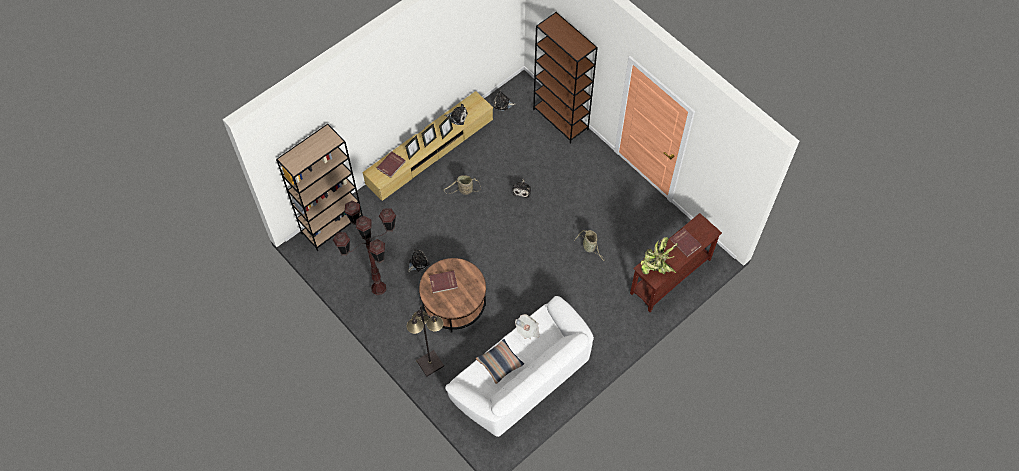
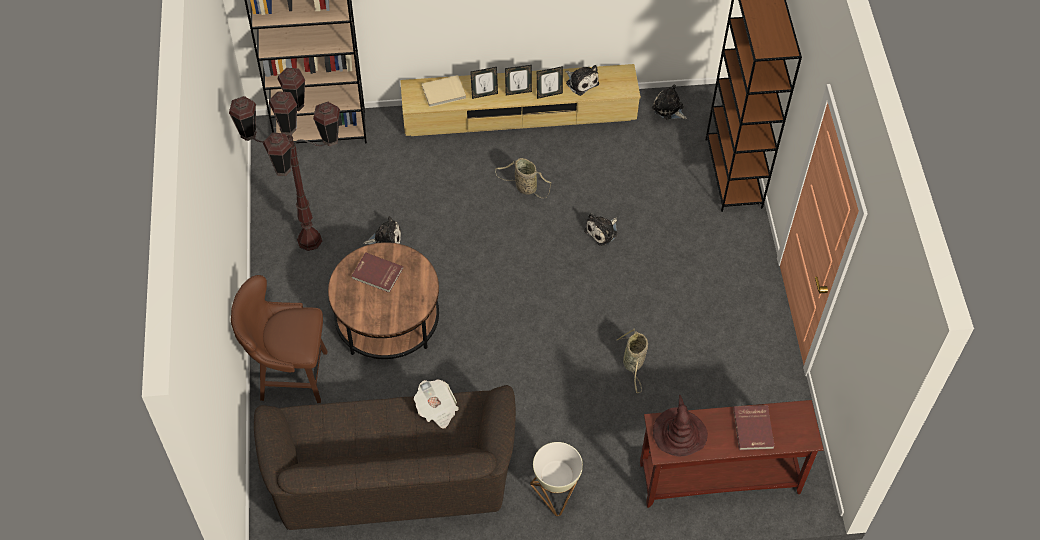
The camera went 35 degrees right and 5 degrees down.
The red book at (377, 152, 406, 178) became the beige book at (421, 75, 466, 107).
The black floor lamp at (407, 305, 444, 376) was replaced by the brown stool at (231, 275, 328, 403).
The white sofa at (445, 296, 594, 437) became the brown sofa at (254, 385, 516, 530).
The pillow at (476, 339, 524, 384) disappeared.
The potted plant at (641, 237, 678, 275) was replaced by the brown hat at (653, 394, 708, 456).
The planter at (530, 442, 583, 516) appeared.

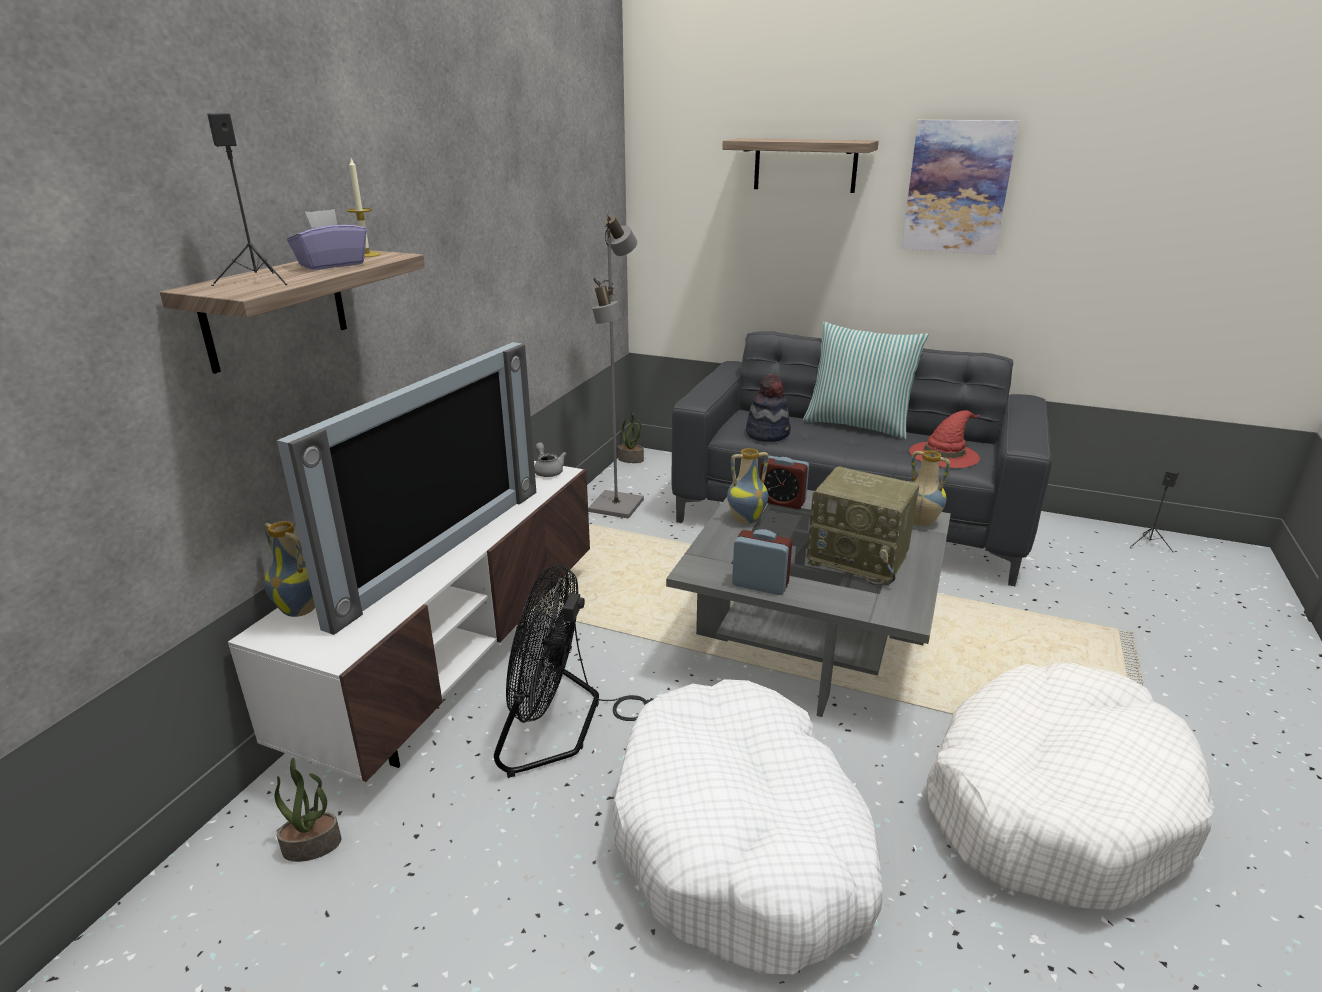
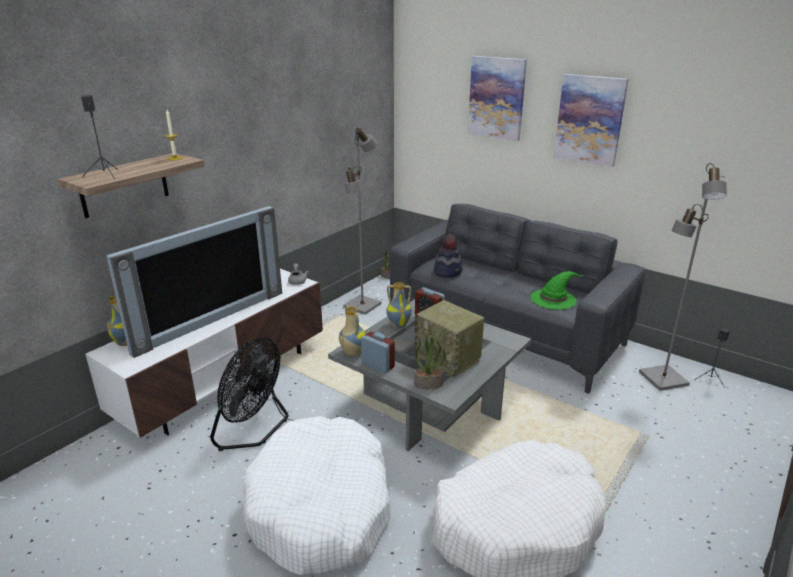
The camera went 15 degrees right and 0 degrees up.
The potted plant moved from (275, 757, 341, 862) to (414, 334, 446, 389).
The purple tissue box at (287, 209, 366, 270) disappeared.
The shelf at (722, 138, 879, 193) was replaced by the picture at (468, 56, 527, 141).
The pillow at (803, 322, 929, 439) disappeared.
The red hat at (909, 410, 980, 468) became the green hat at (530, 271, 583, 310).
The vase moved from (912, 450, 950, 526) to (339, 306, 366, 356).
The grey floor lamp at (639, 163, 727, 391) appeared.

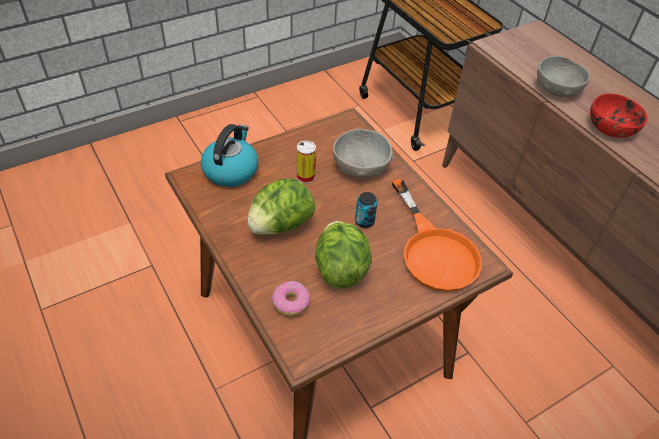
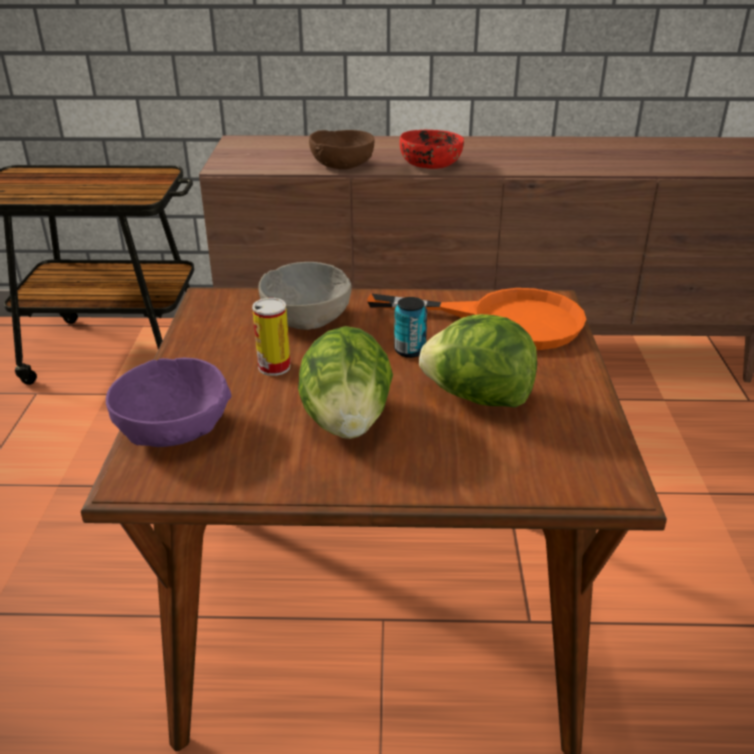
The camera went 55 degrees left and 15 degrees down.
The kettle at (201, 124, 258, 187) was replaced by the purple bowl at (106, 357, 232, 447).
The donut at (272, 281, 310, 316) disappeared.
The grey bowl at (537, 56, 590, 97) became the brown bowl at (309, 130, 374, 169).

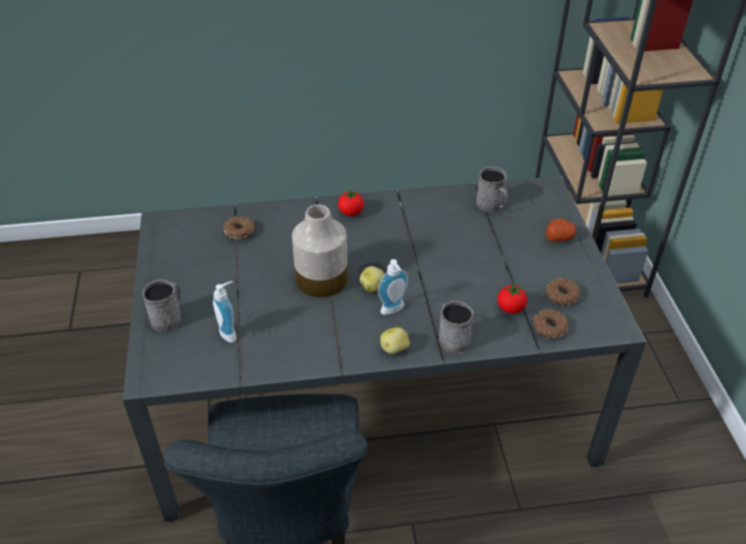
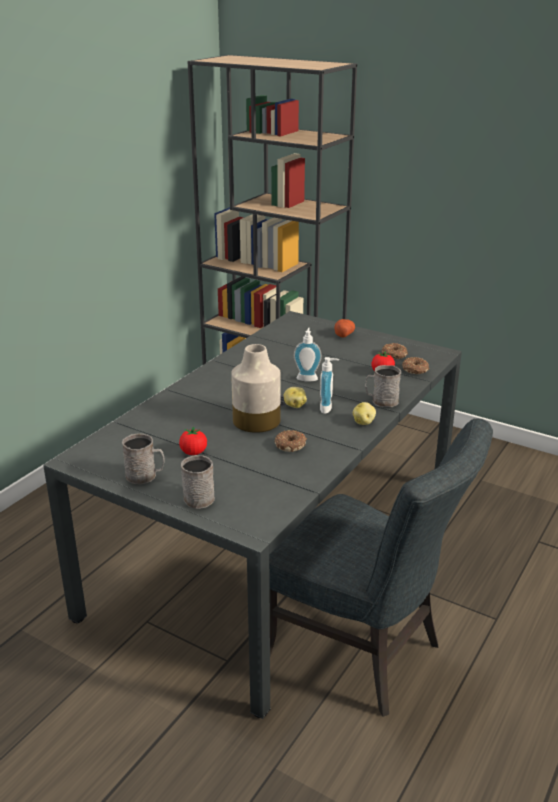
The camera went 50 degrees left and 15 degrees down.
The soap dispenser moved from (213, 281, 236, 343) to (294, 327, 322, 382).
The donut moved from (223, 216, 255, 240) to (274, 430, 307, 452).
The tomato moved from (338, 189, 364, 216) to (179, 427, 207, 455).
The grey mug moved from (476, 167, 508, 212) to (122, 433, 165, 484).

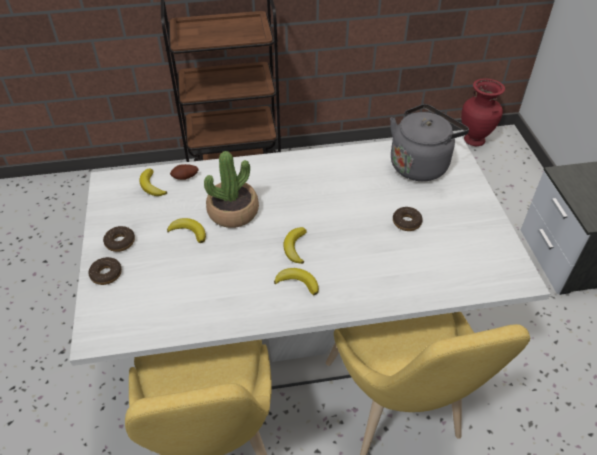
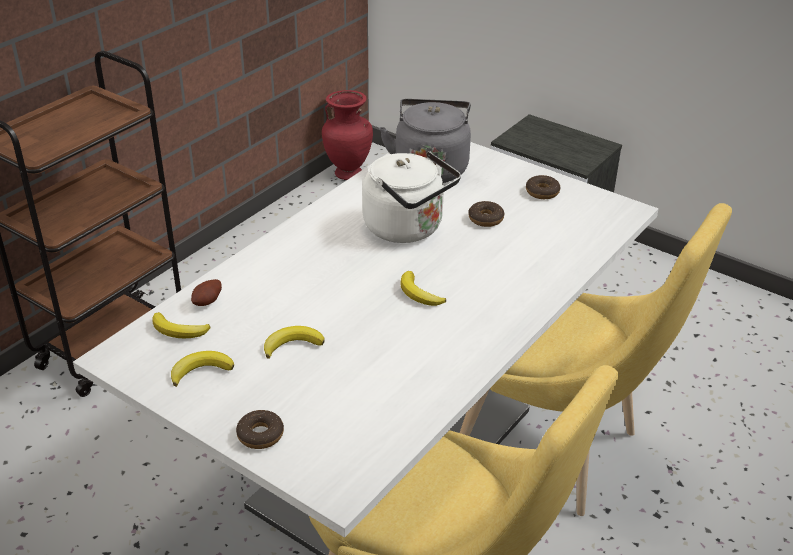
The camera went 45 degrees left and 10 degrees down.
The donut moved from (103, 226, 135, 252) to (526, 175, 560, 199).
The potted plant at (204, 151, 259, 228) disappeared.
The banana moved from (274, 268, 319, 295) to (171, 351, 234, 387).
The white kettle at (362, 151, 461, 243) appeared.

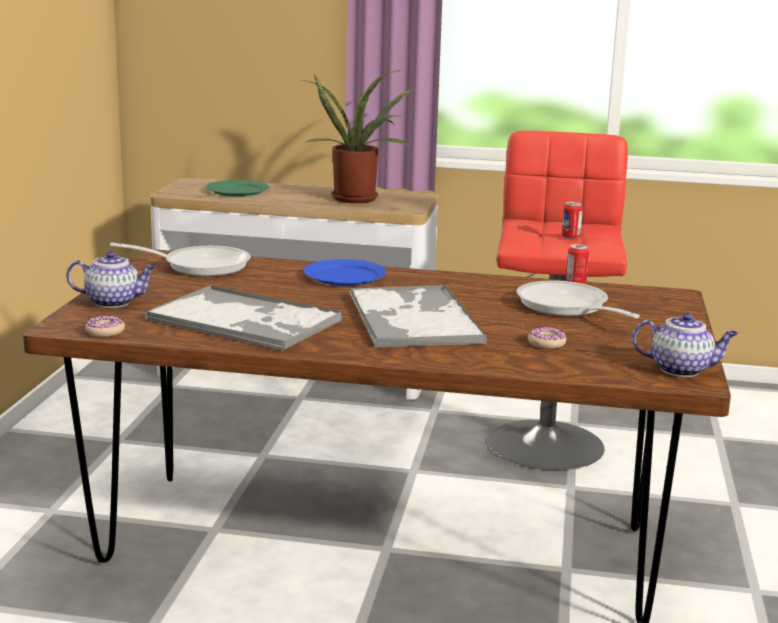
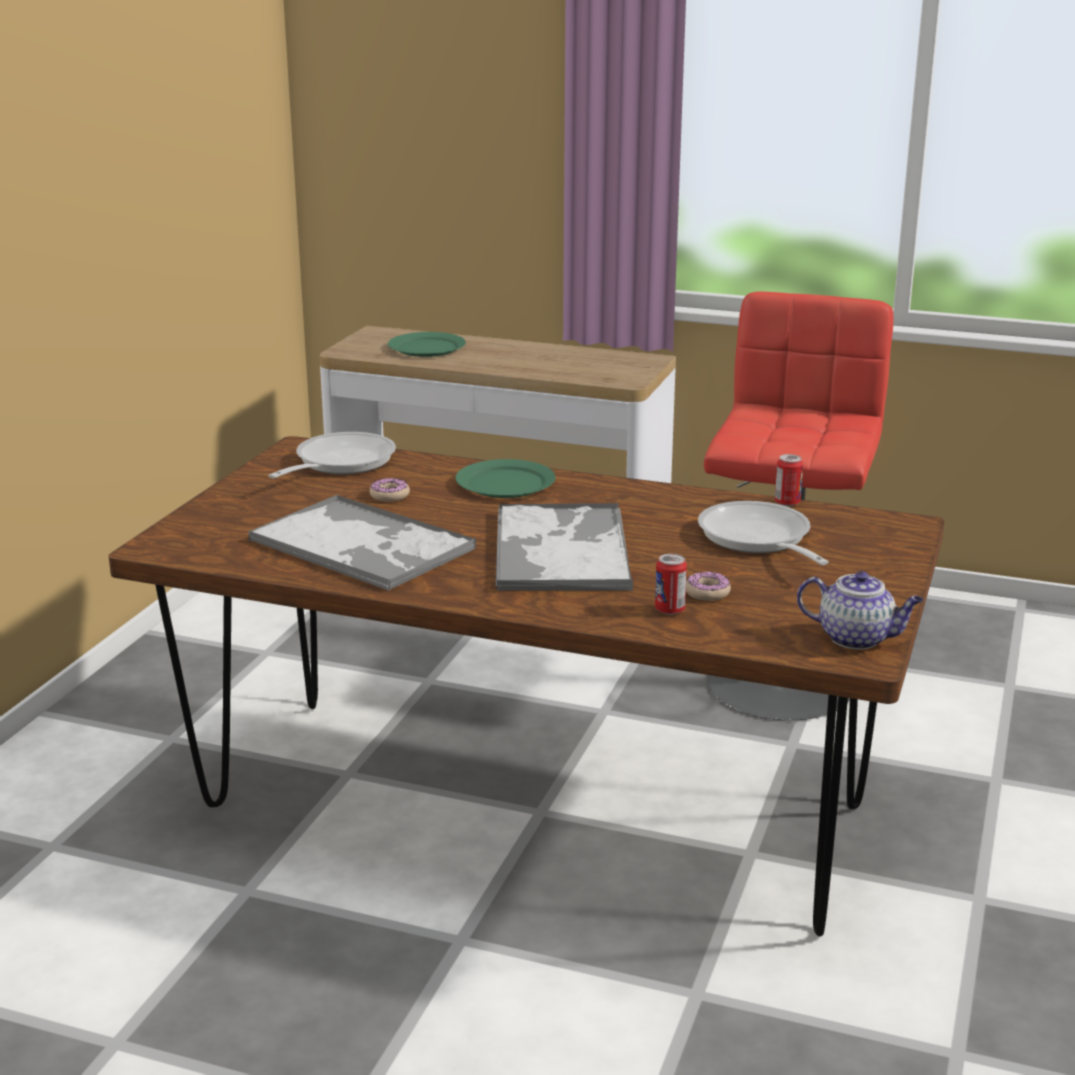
The camera went 10 degrees right and 5 degrees up.
The teapot at (66, 251, 156, 308) disappeared.
The donut moved from (85, 315, 125, 337) to (370, 478, 410, 502).
The frying pan at (110, 243, 251, 277) turned 75 degrees counterclockwise.
The potted plant at (302, 70, 414, 203) disappeared.
The blue plate at (304, 259, 386, 286) became the green plate at (456, 459, 556, 498).
The can moved from (562, 202, 583, 240) to (655, 554, 687, 615).

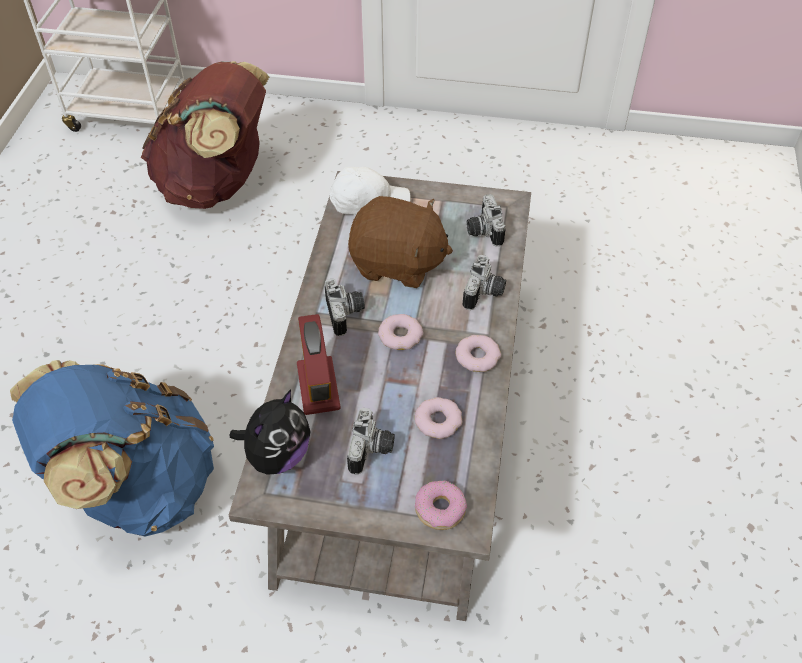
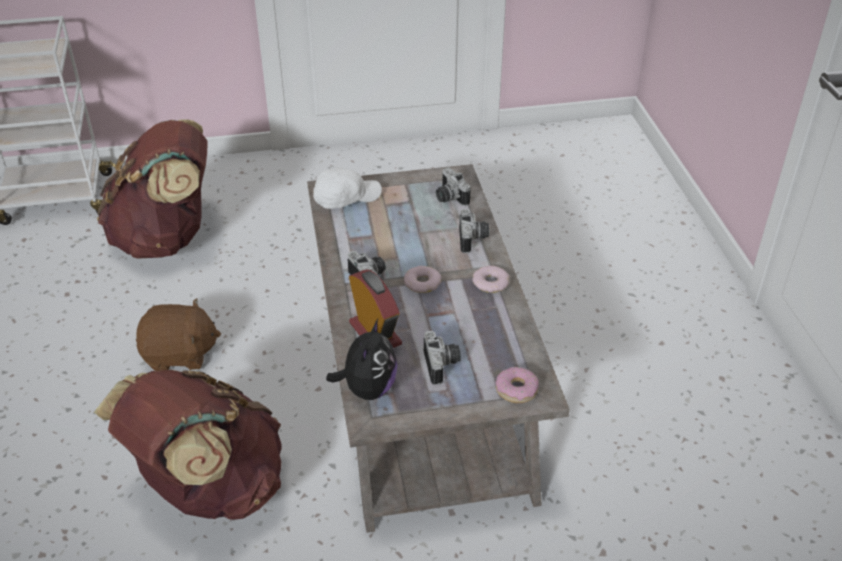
The camera went 20 degrees left and 10 degrees down.
The blue backpack at (10, 360, 214, 537) became the brown backpack at (94, 370, 282, 520).
The brown plush toy moved from (348, 196, 453, 288) to (136, 298, 221, 371).
The donut at (415, 397, 462, 439) disappeared.

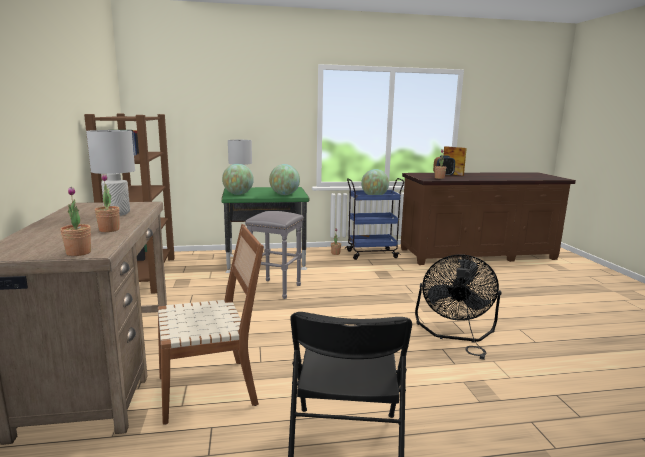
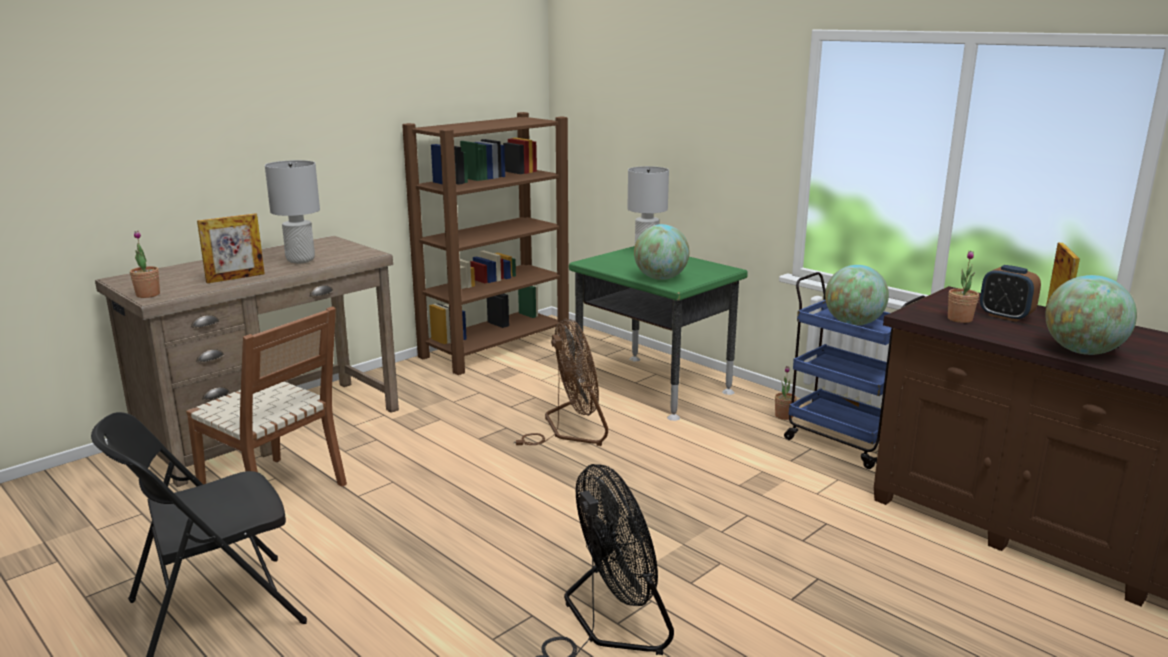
The camera went 55 degrees right and 5 degrees up.
The potted plant at (95, 174, 120, 232) was replaced by the picture frame at (197, 213, 265, 283).
The globe moved from (222, 164, 254, 195) to (1045, 275, 1137, 355).
The grey stool at (245, 211, 304, 299) was replaced by the brown fan at (514, 318, 608, 446).

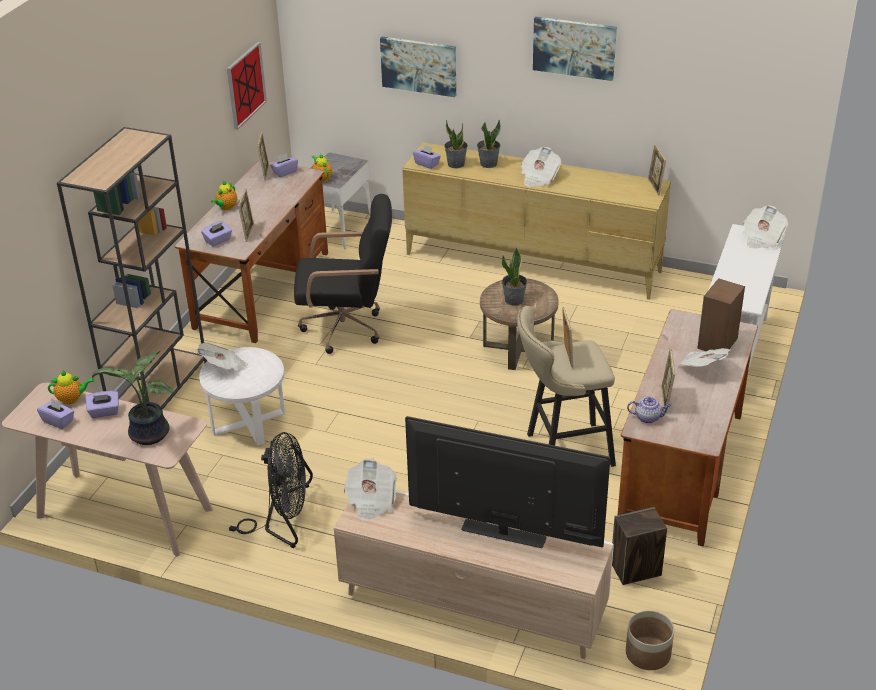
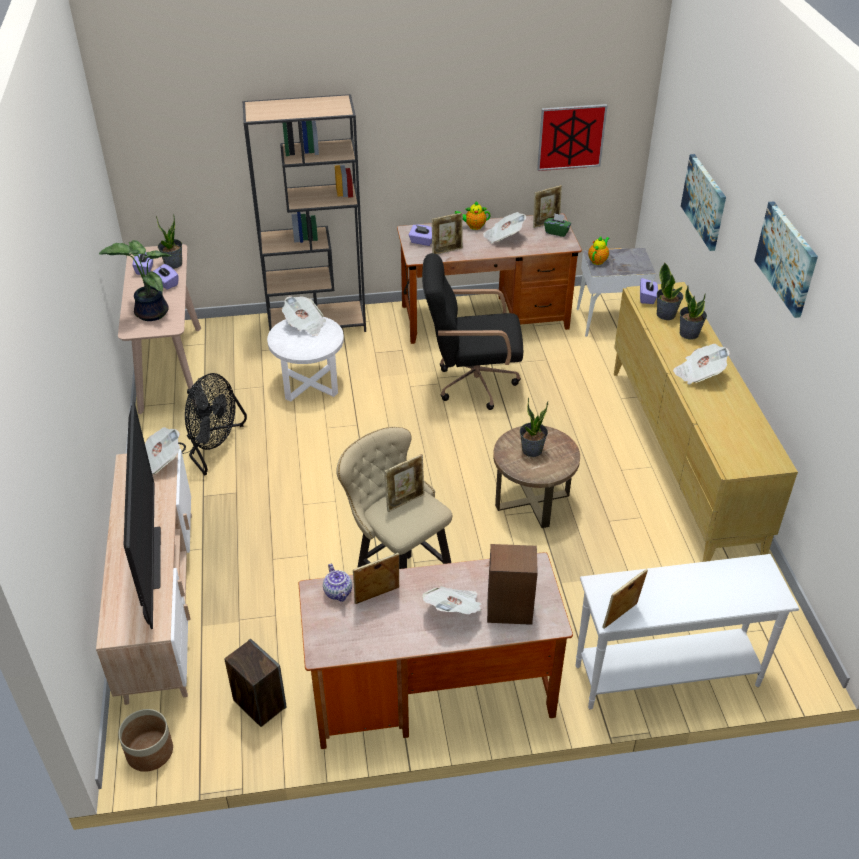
The camera went 60 degrees right and 5 degrees up.
The teapot at (48, 370, 94, 404) was replaced by the potted plant at (156, 213, 182, 269).
The black fan at (228, 432, 313, 549) turned 45 degrees counterclockwise.
The purple tissue box at (270, 153, 298, 177) became the green tissue box at (544, 213, 571, 237).
The black office chair at (294, 194, 392, 354) turned 120 degrees clockwise.
The picture frame moved from (648, 144, 666, 195) to (602, 569, 648, 629).
The newspaper moved from (743, 205, 788, 249) to (483, 212, 526, 244).

